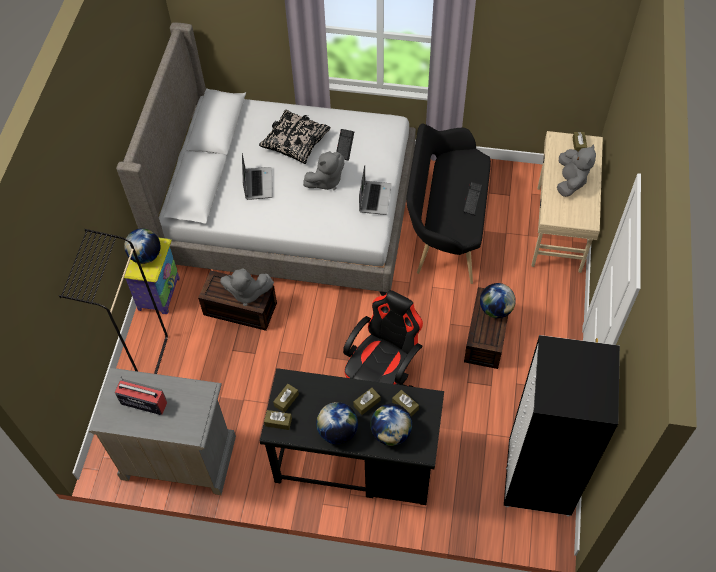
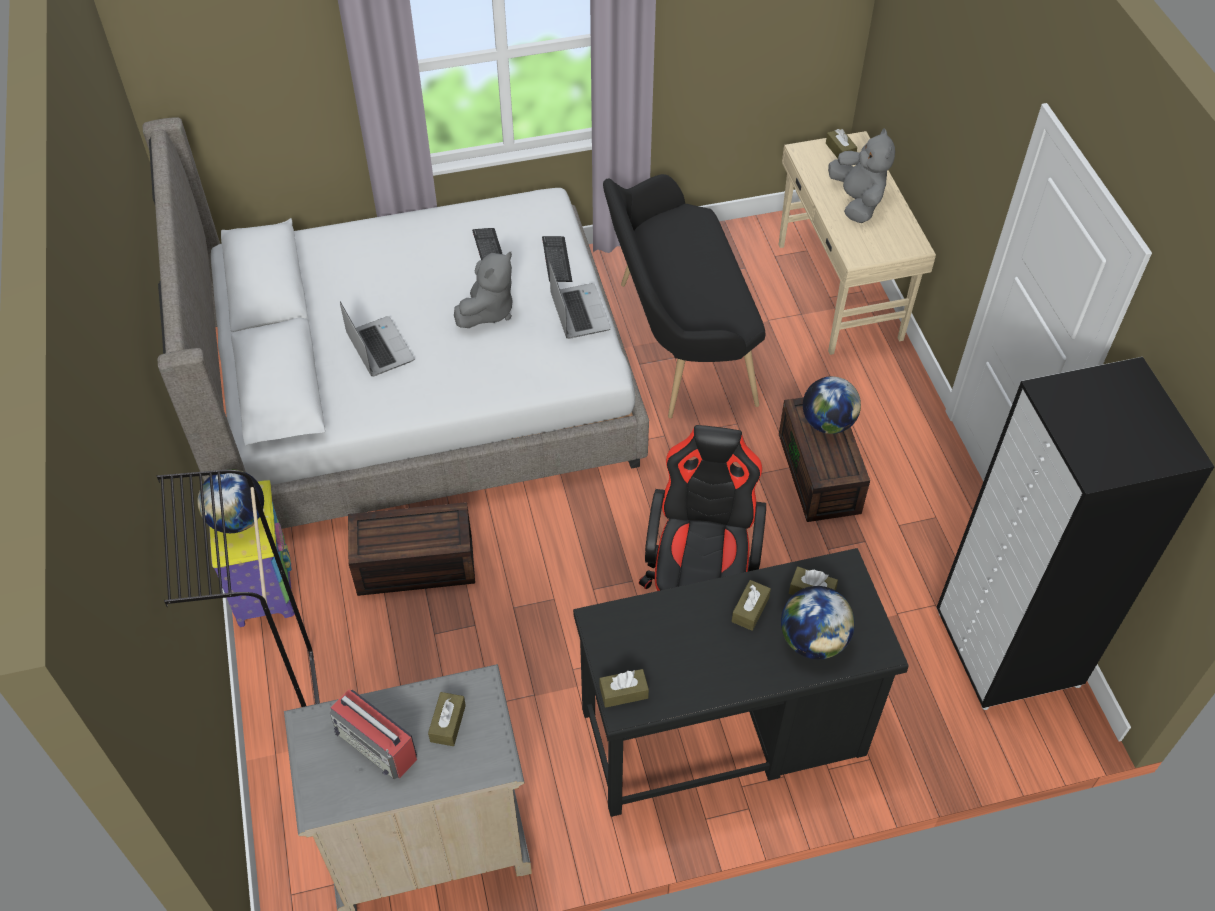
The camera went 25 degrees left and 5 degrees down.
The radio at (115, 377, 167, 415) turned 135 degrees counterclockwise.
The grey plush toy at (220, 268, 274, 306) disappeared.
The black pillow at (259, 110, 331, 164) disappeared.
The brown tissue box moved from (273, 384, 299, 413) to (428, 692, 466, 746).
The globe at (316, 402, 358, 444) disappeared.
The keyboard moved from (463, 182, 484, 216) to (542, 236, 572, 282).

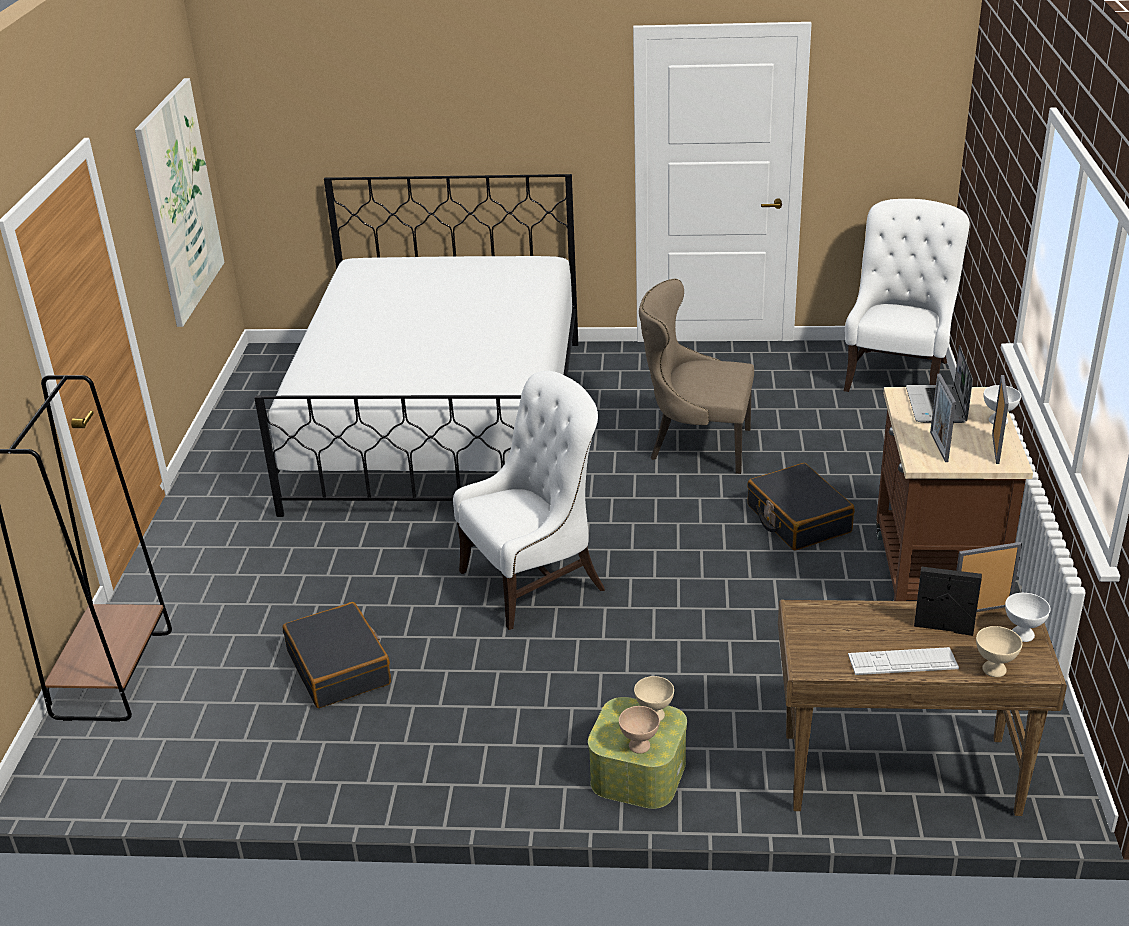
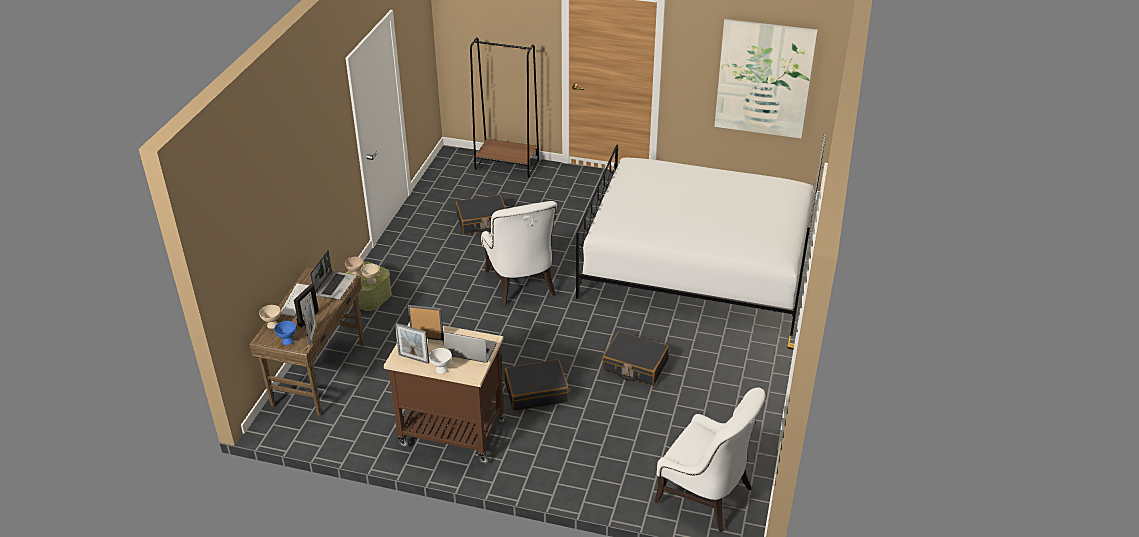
The camera went 100 degrees right and 5 degrees up.
The beige chair at (639, 279, 754, 474) was replaced by the black suitcase at (602, 331, 669, 386).
The white bowl at (1005, 593, 1050, 642) became the blue bowl at (274, 321, 296, 345).
The laptop at (310, 250, 356, 300) appeared.

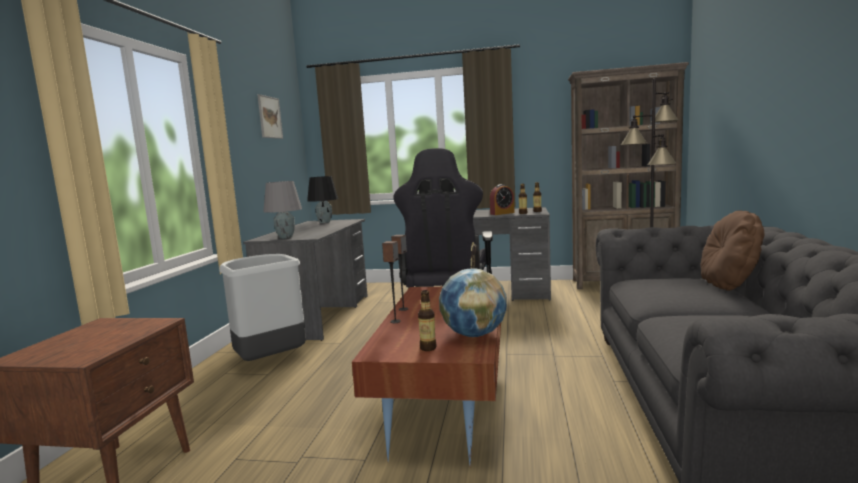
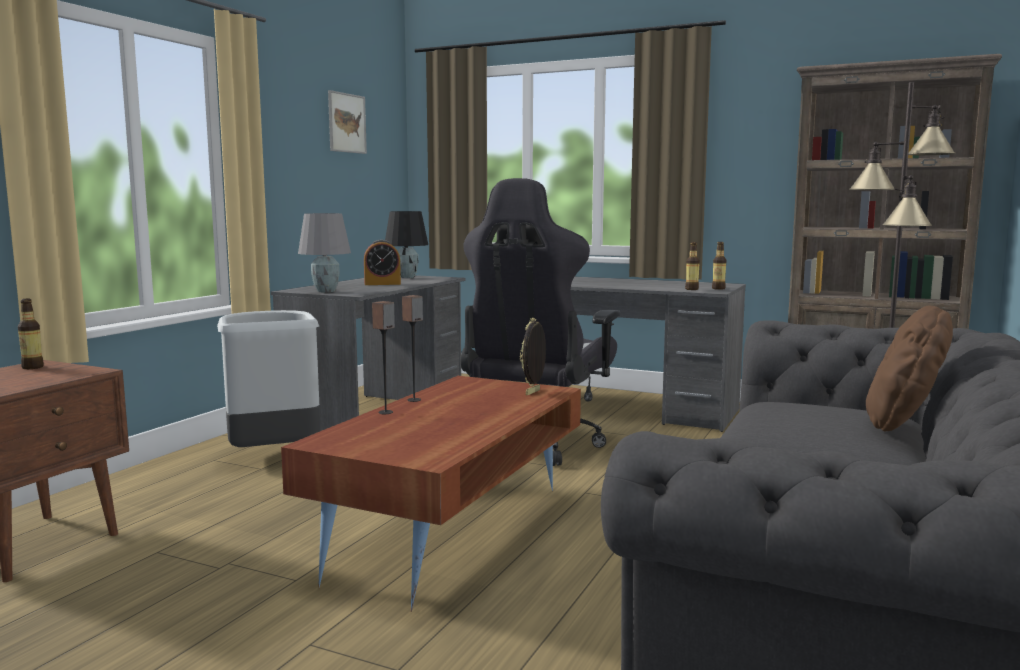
The camera went 15 degrees right and 0 degrees up.
The bottle moved from (418, 290, 437, 351) to (18, 299, 44, 369).
The globe at (439, 269, 507, 337) disappeared.
The alarm clock moved from (490, 184, 515, 215) to (364, 240, 401, 285).

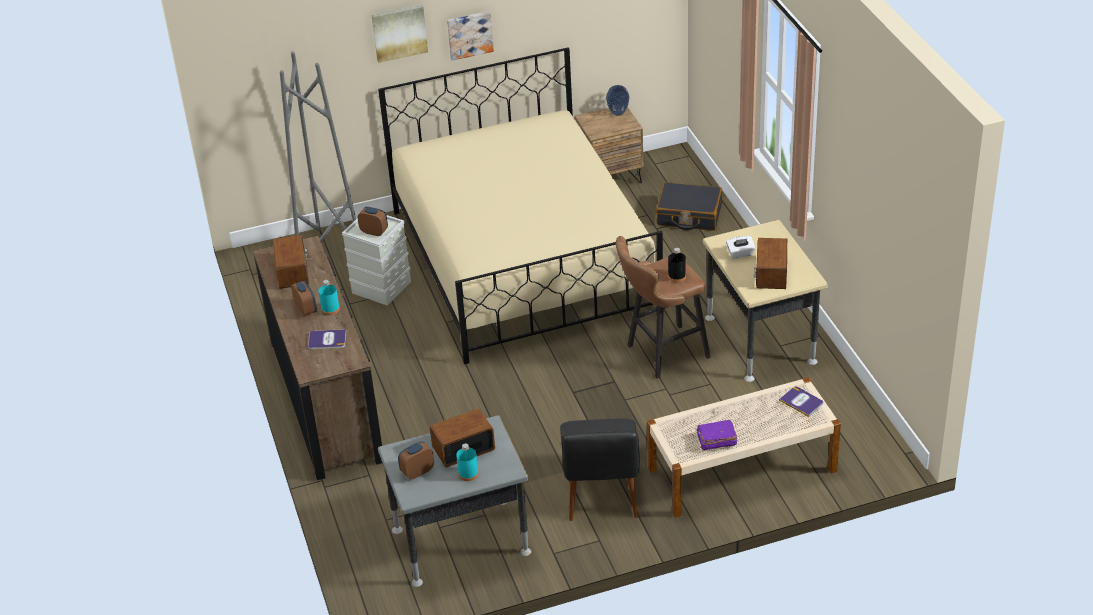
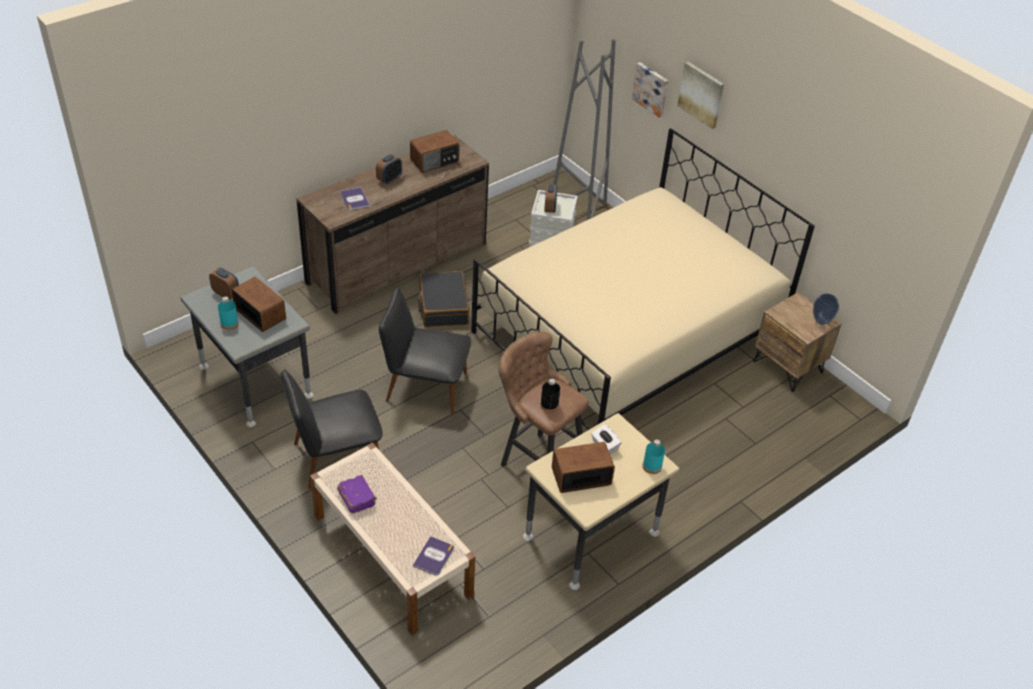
The camera went 65 degrees right and 5 degrees up.
The turquoise bottle moved from (318, 280, 340, 315) to (642, 440, 665, 474).
The picture moved from (447, 11, 494, 61) to (632, 62, 668, 118).
The black suitcase moved from (656, 182, 722, 231) to (418, 271, 469, 327).
The black chair at (379, 288, 471, 414) appeared.

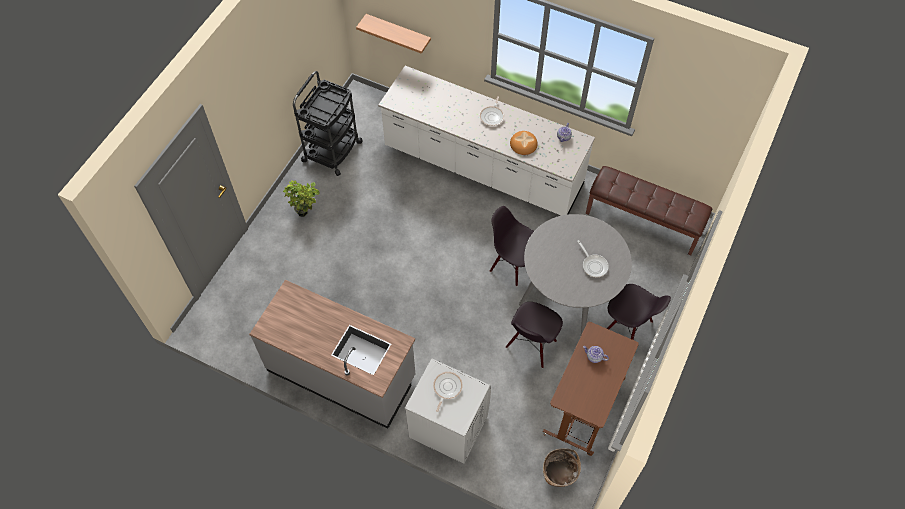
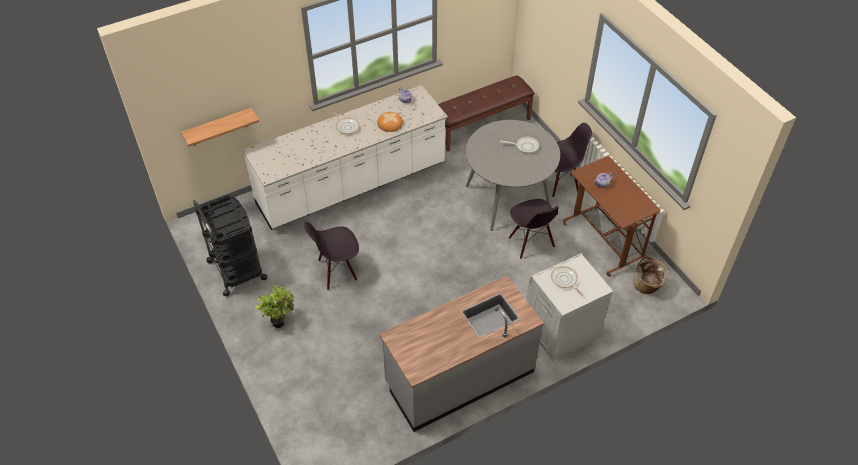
The camera went 55 degrees left and 10 degrees down.
The black chair moved from (490, 206, 534, 286) to (304, 222, 359, 290).

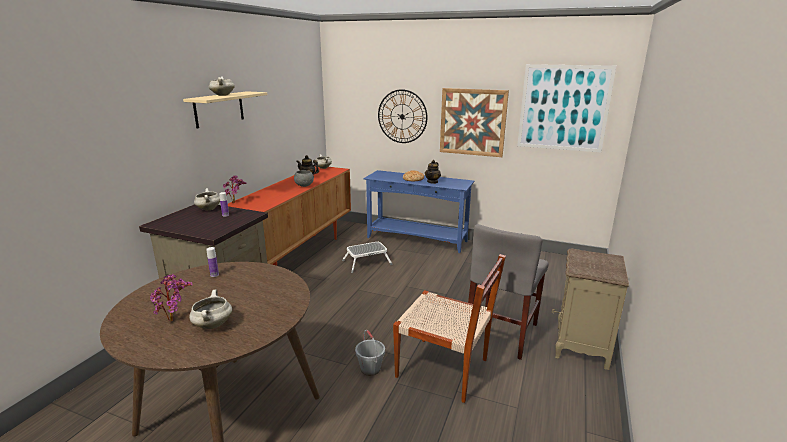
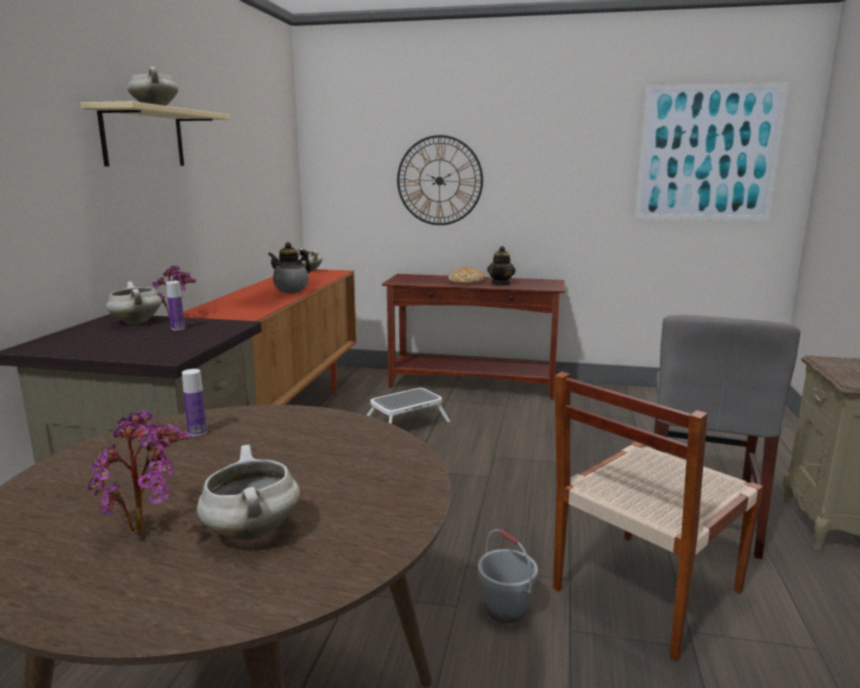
The camera went 10 degrees left and 5 degrees down.
The blue console table at (364, 170, 474, 253) became the brown console table at (382, 274, 565, 400).
The chair at (393, 254, 506, 403) turned 120 degrees clockwise.
The picture at (440, 88, 509, 157) disappeared.

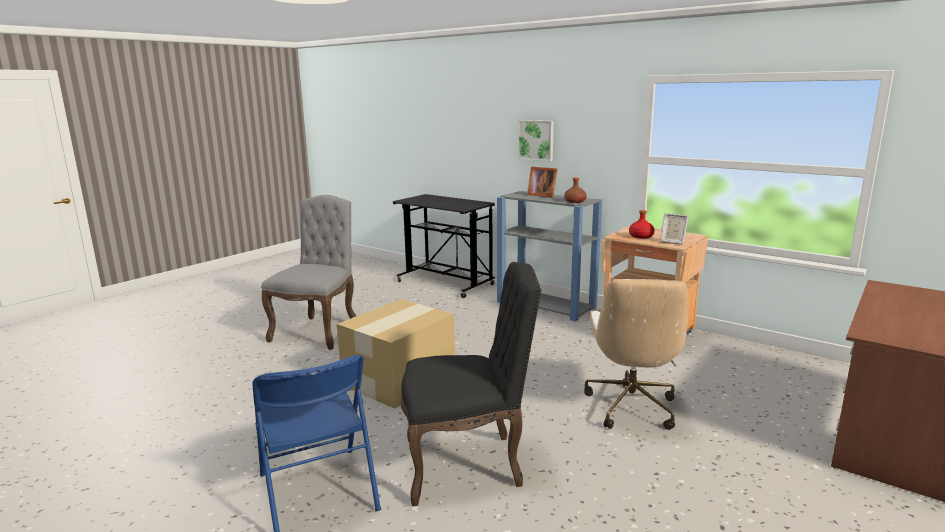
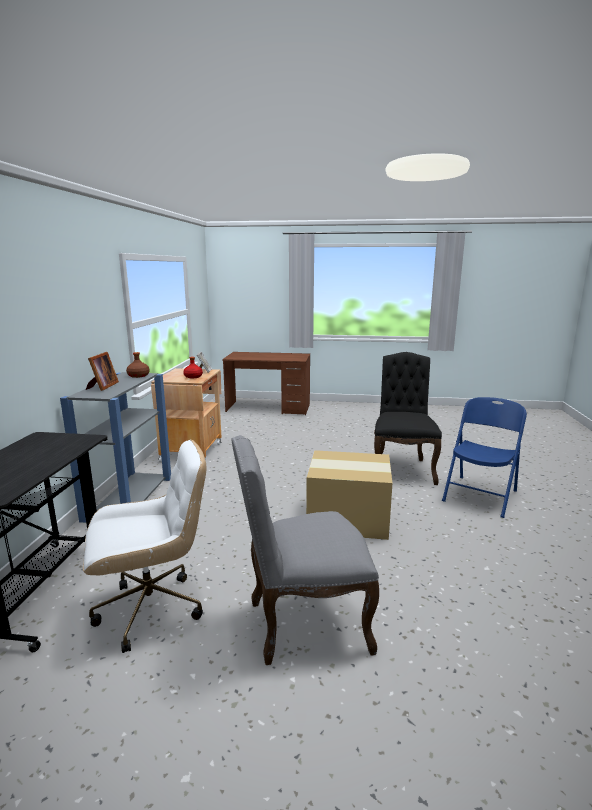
The camera went 120 degrees left and 0 degrees up.
The black chair at (401, 262, 541, 506) turned 45 degrees clockwise.
The picture at (518, 120, 554, 161) disappeared.
The white office chair moved from (584, 279, 688, 430) to (83, 439, 206, 653).

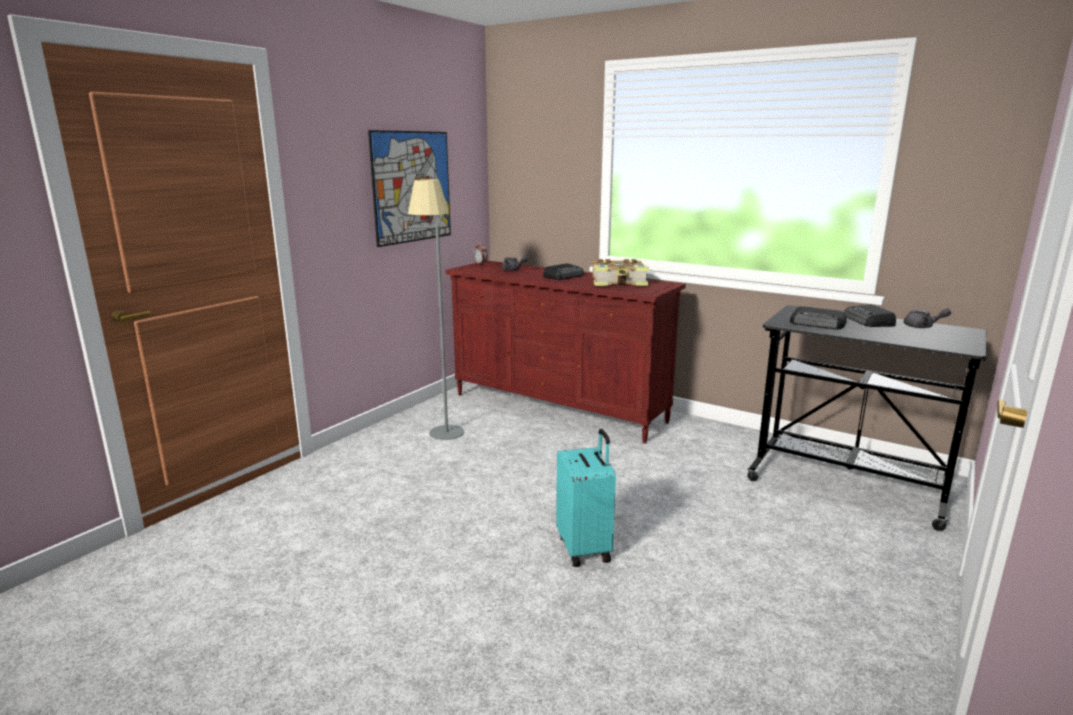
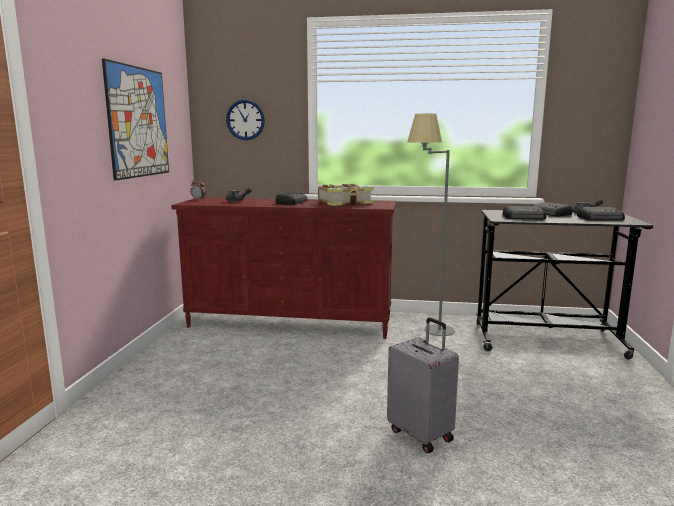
The camera went 25 degrees left and 5 degrees down.
The grey floor lamp moved from (405, 179, 464, 440) to (407, 114, 455, 336).
The turquoise suitcase at (556, 429, 616, 567) became the grey suitcase at (387, 318, 459, 453).
The wall clock at (226, 99, 265, 140) appeared.
The radio at (577, 207, 625, 220) appeared.

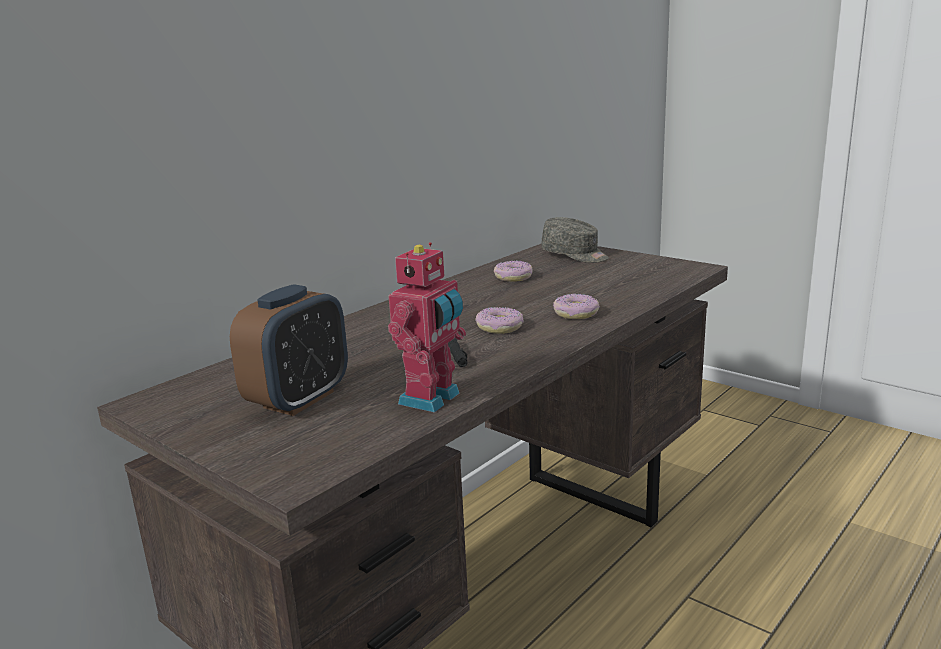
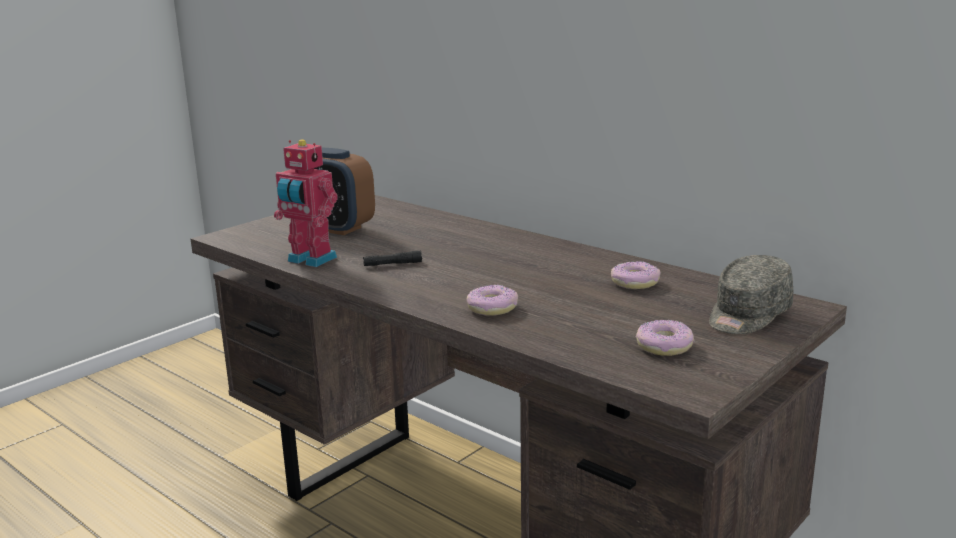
The camera went 90 degrees right and 0 degrees up.
The donut moved from (475, 307, 523, 334) to (635, 320, 694, 356).

